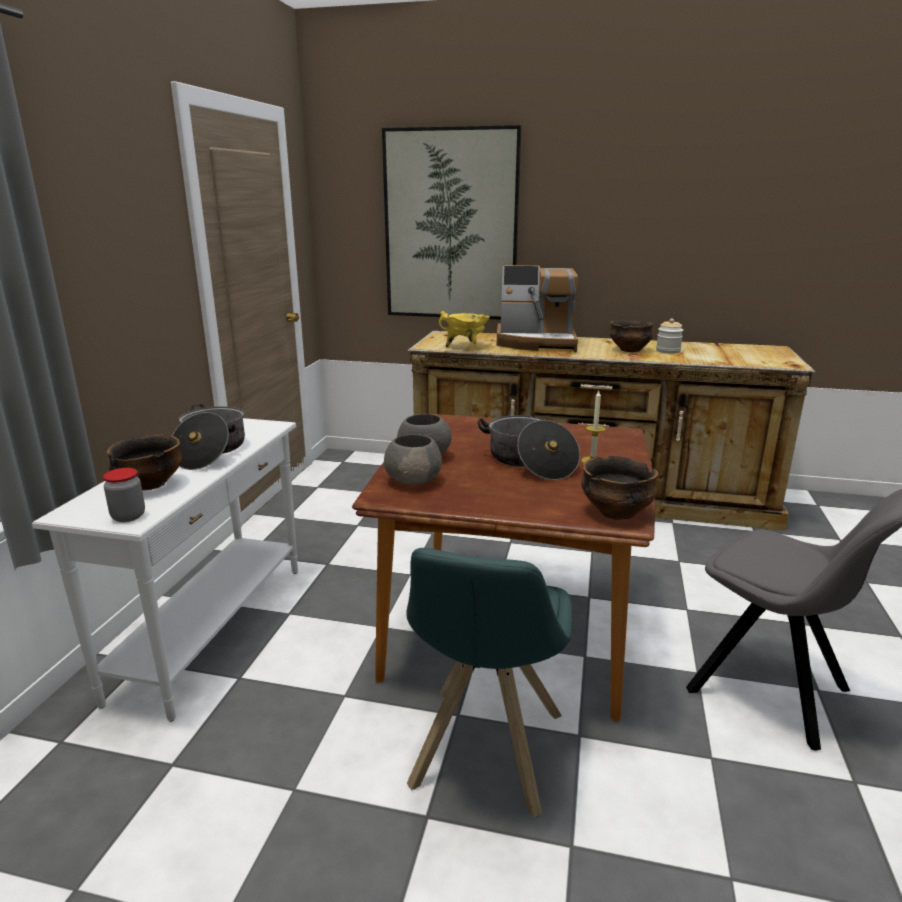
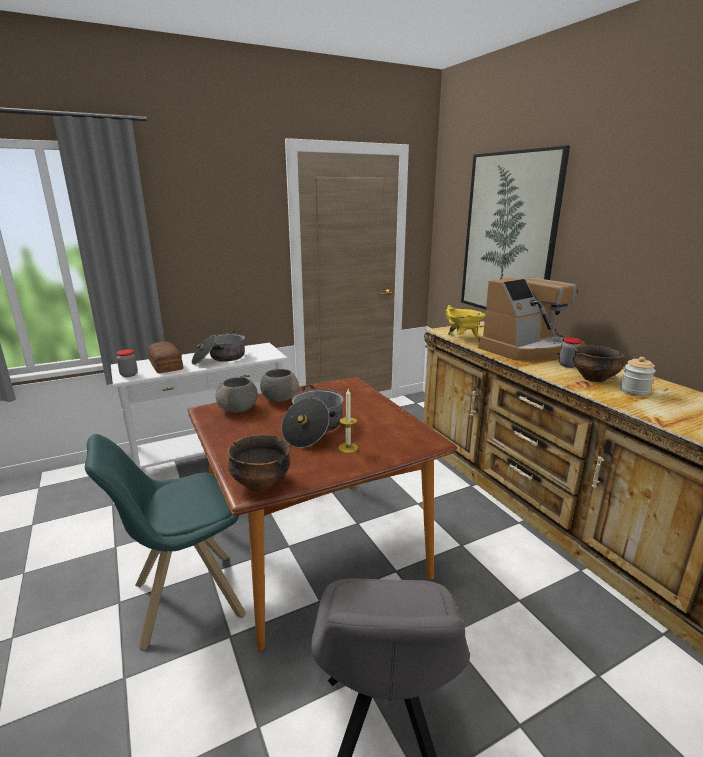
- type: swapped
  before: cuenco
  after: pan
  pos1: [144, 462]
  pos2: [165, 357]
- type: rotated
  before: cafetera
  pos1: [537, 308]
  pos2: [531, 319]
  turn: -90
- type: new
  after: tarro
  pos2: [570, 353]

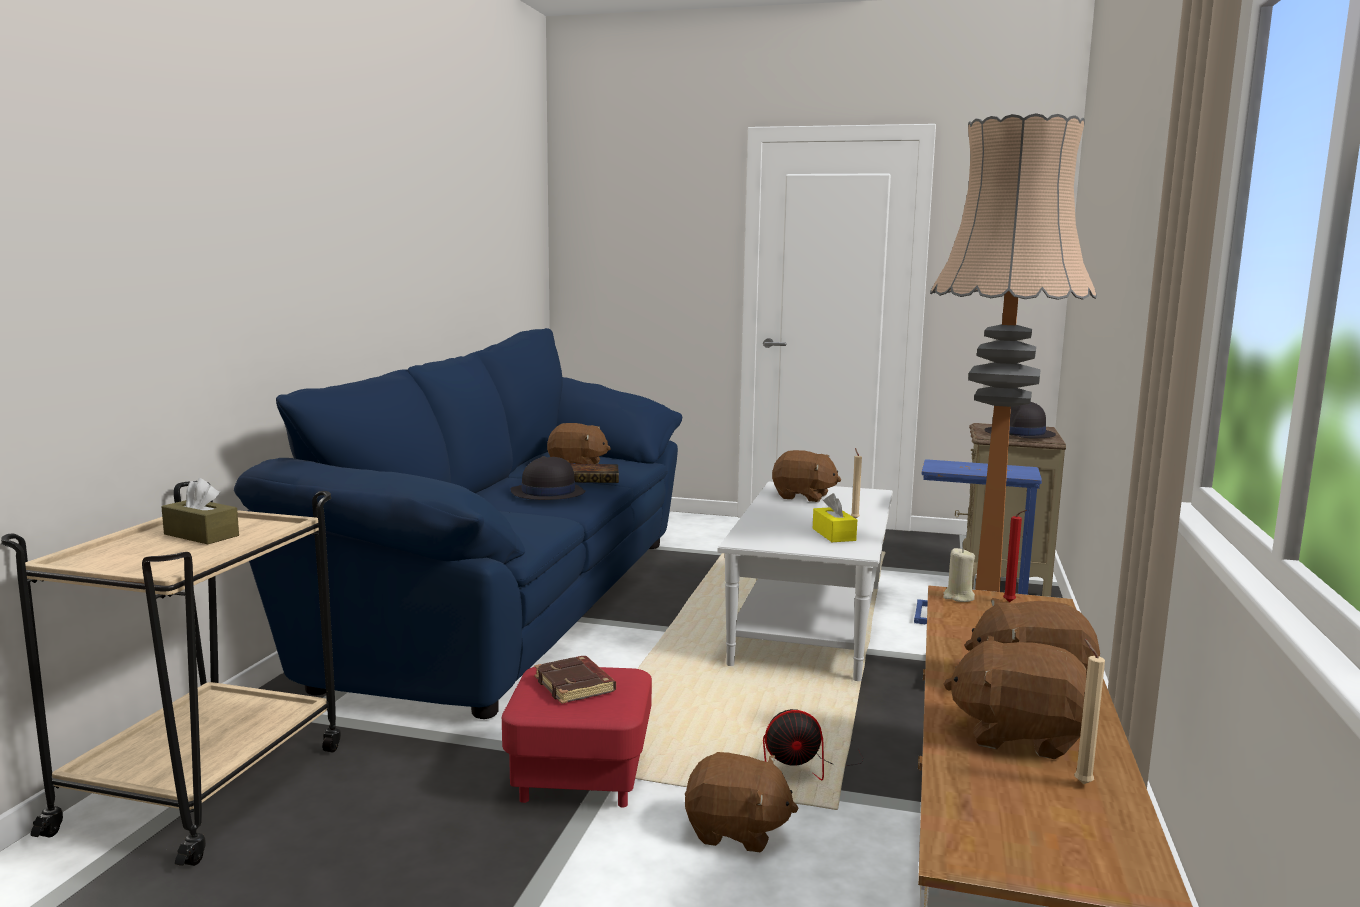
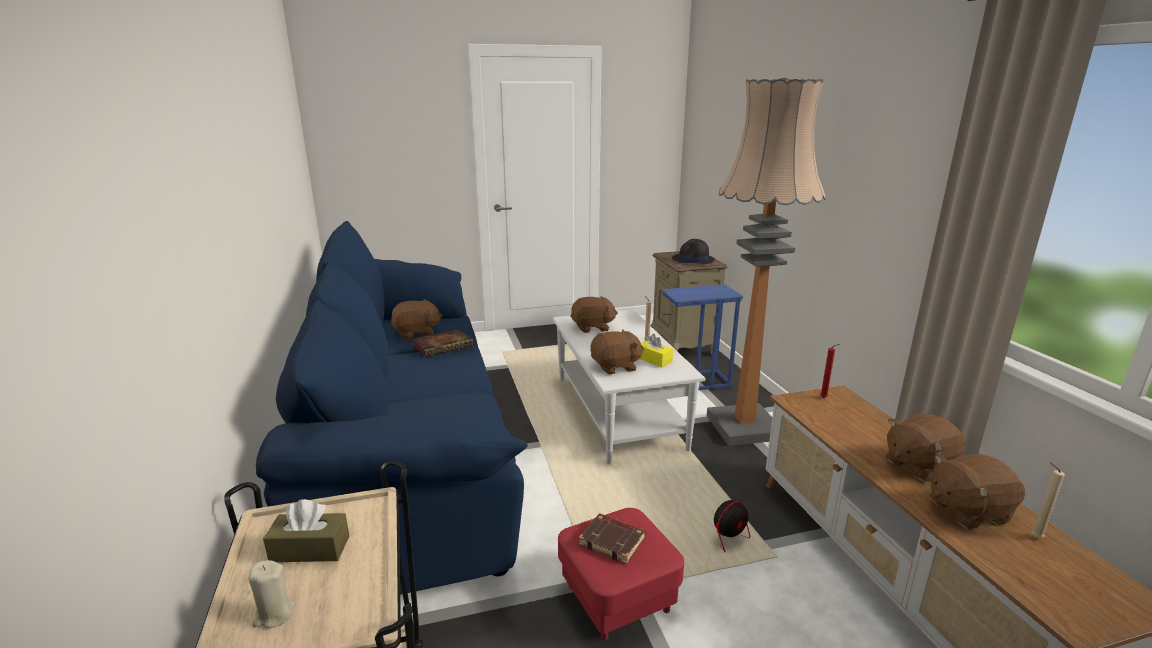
- type: gone
  before: sombrero (negro)
  pos1: [548, 478]
- type: shifted
  before: peluche (marrón)
  pos1: [742, 802]
  pos2: [617, 352]
- type: shifted
  before: vela (beis)
  pos1: [959, 575]
  pos2: [272, 594]

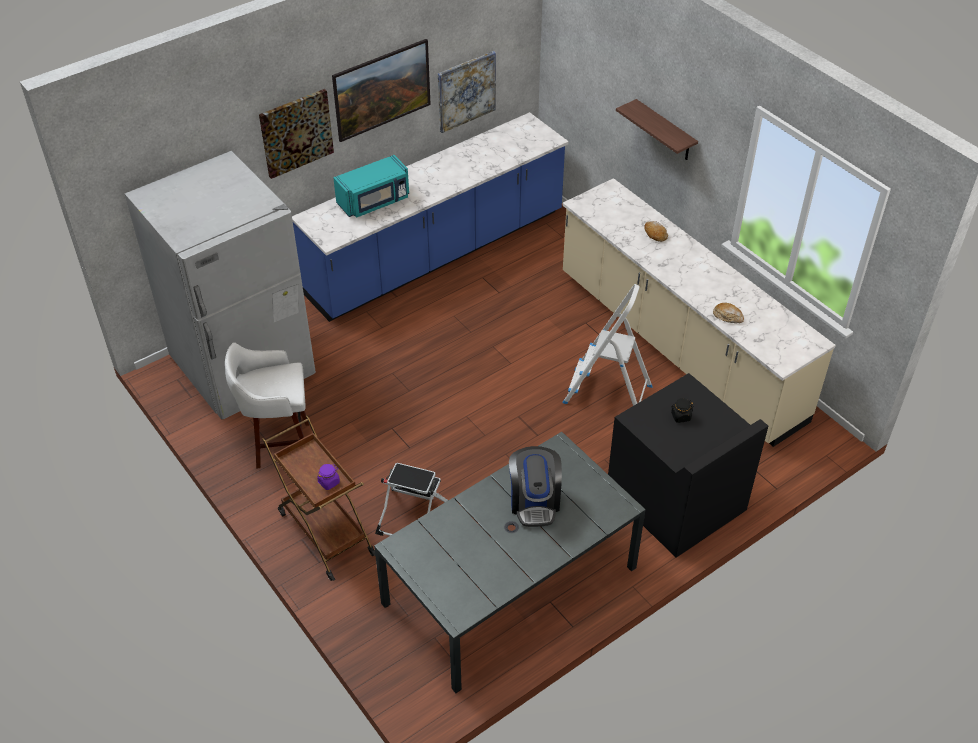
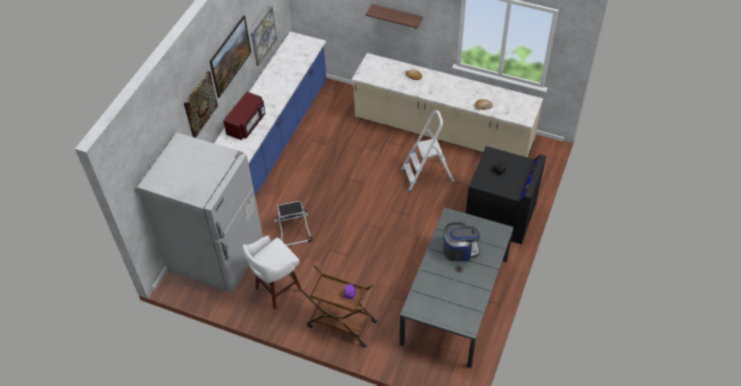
- type: repainted
  before: microondas (turquesa)
  after: microondas (rojo)
  pos1: [371, 186]
  pos2: [244, 116]
- type: shifted
  before: escalera de tijera
  pos1: [411, 499]
  pos2: [293, 223]
- type: rotated
  before: cafetera
  pos1: [535, 486]
  pos2: [461, 242]
  turn: -60

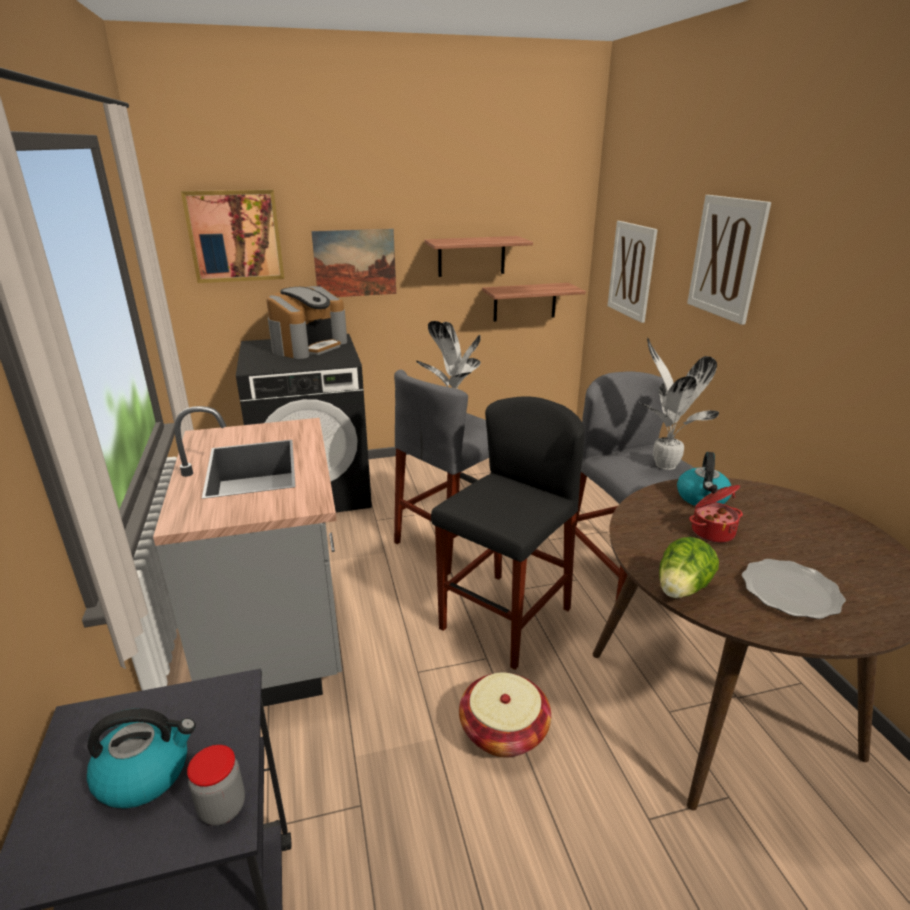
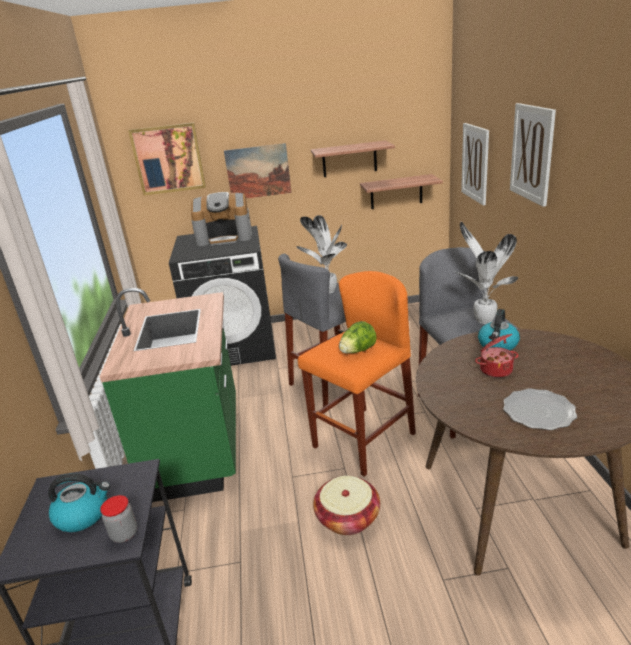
- type: repainted
  before: mueble bajo de cocina (gris)
  after: mueble bajo de cocina (verde)
  pos1: [247, 556]
  pos2: [168, 395]
- type: rotated
  before: cafetera
  pos1: [306, 322]
  pos2: [221, 219]
  turn: 45
- type: repainted
  before: taburete (negro)
  after: taburete (naranja)
  pos1: [508, 533]
  pos2: [357, 374]
- type: shifted
  before: lechuga
  pos1: [689, 567]
  pos2: [358, 337]

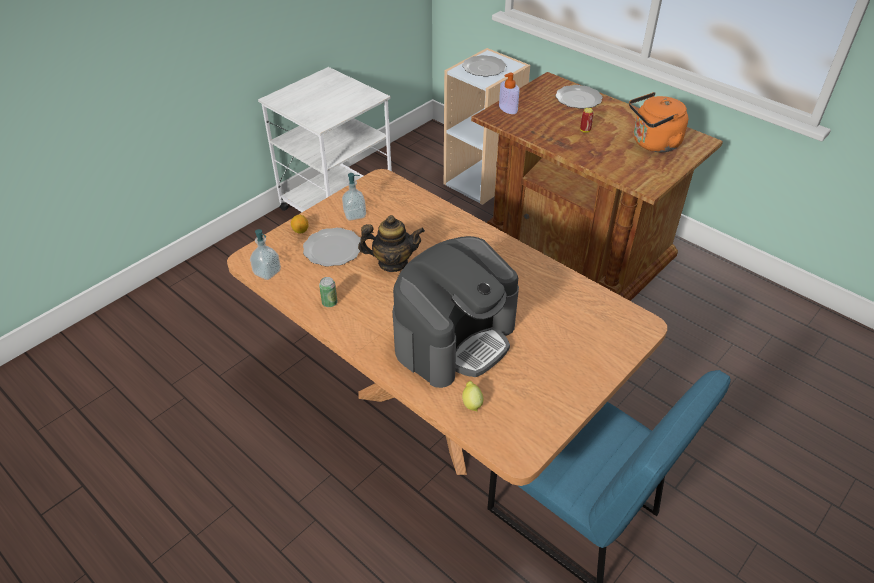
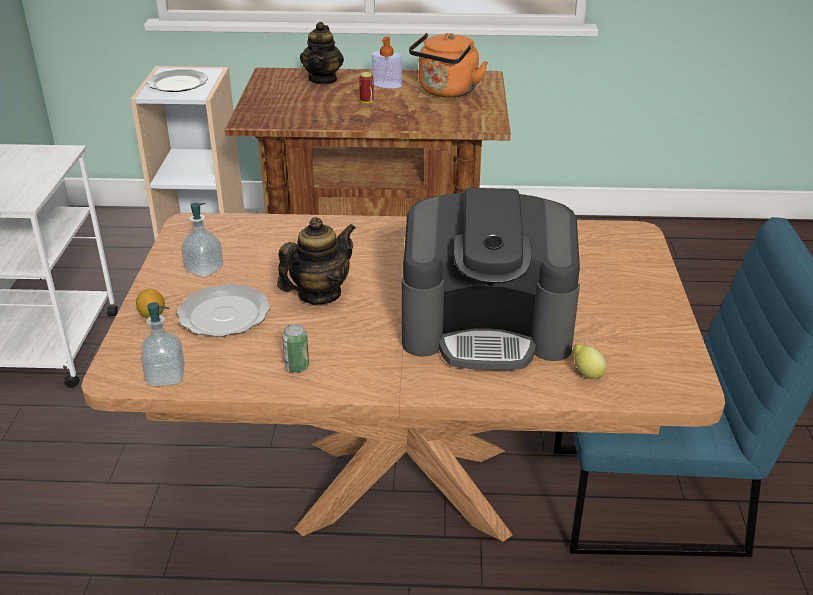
- type: rotated
  before: cafetera
  pos1: [456, 312]
  pos2: [491, 279]
  turn: 90
- type: shifted
  before: dispensador de jabón
  pos1: [509, 93]
  pos2: [387, 62]
- type: swapped
  before: plato
  after: tetera
  pos1: [579, 97]
  pos2: [322, 53]

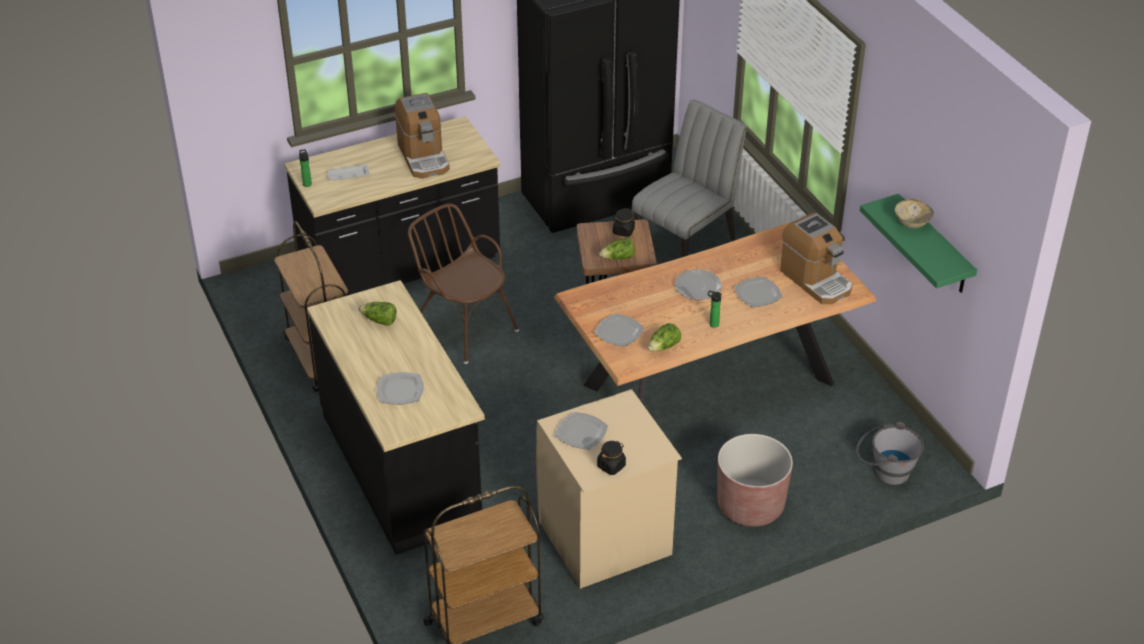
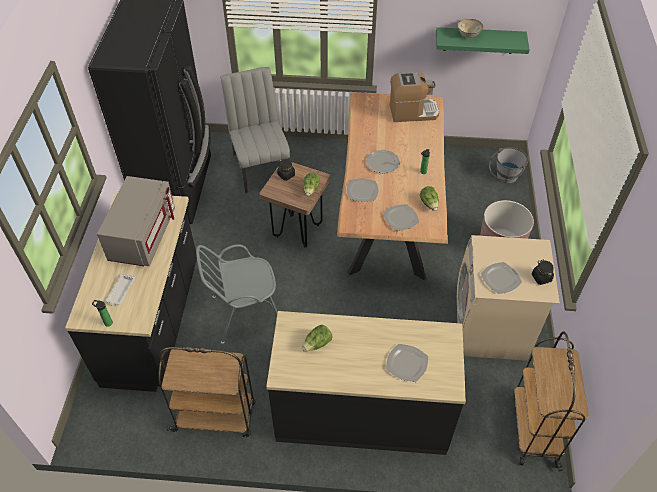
- type: swapped
  before: cafetera
  after: microondas (gris)
  pos1: [422, 136]
  pos2: [136, 221]
- type: repainted
  before: silla (marrón)
  after: silla (gris)
  pos1: [463, 283]
  pos2: [237, 294]
- type: shifted
  before: plato
  pos1: [758, 292]
  pos2: [363, 190]

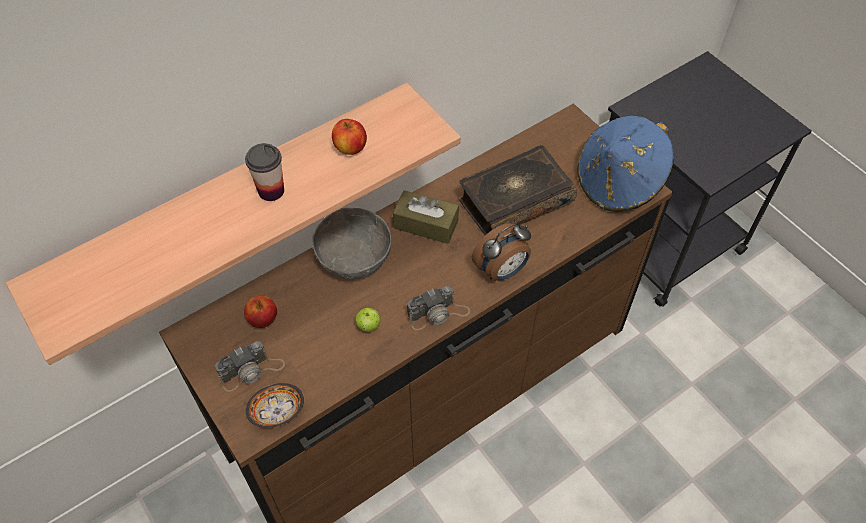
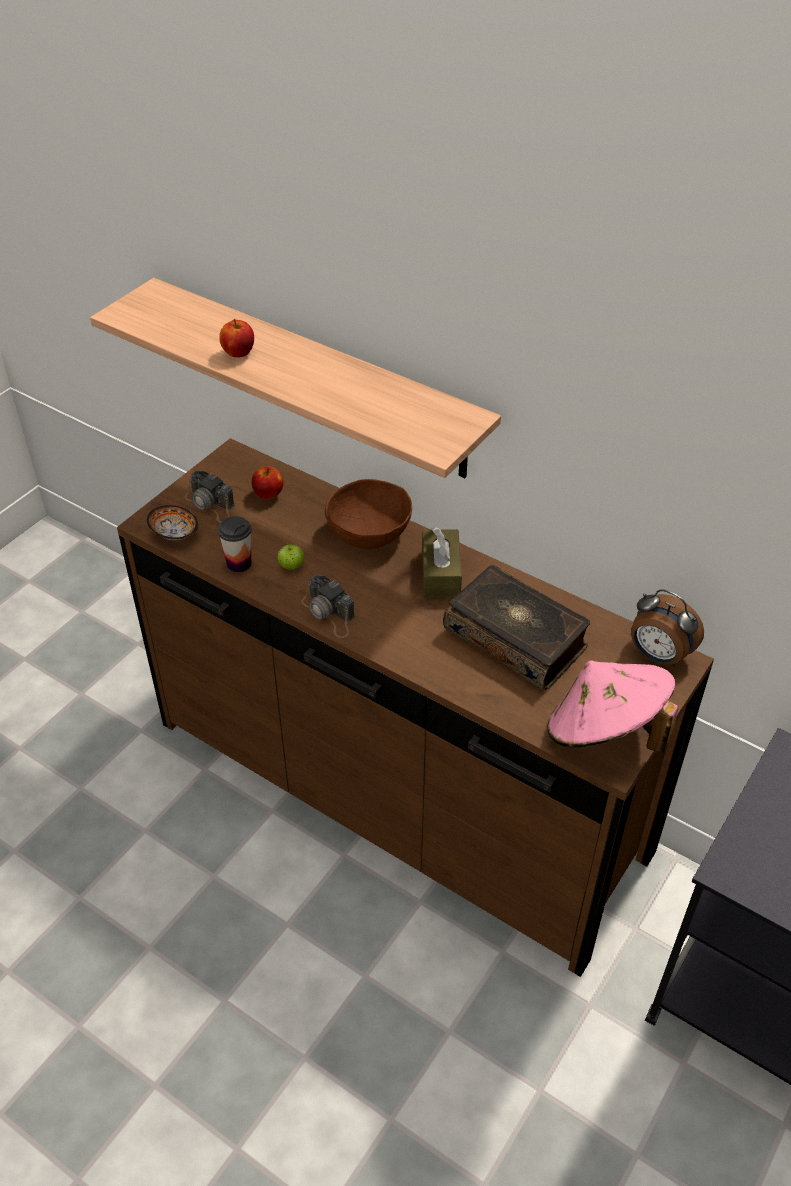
- type: shifted
  before: taza
  pos1: [264, 172]
  pos2: [235, 544]
- type: repainted
  before: cuenco (gris)
  after: cuenco (marrón)
  pos1: [351, 243]
  pos2: [368, 514]
- type: shifted
  before: manzana
  pos1: [349, 137]
  pos2: [236, 338]
- type: shifted
  before: despertador
  pos1: [501, 252]
  pos2: [667, 627]
- type: repainted
  before: sombrero (azul)
  after: sombrero (rosa)
  pos1: [626, 164]
  pos2: [613, 706]

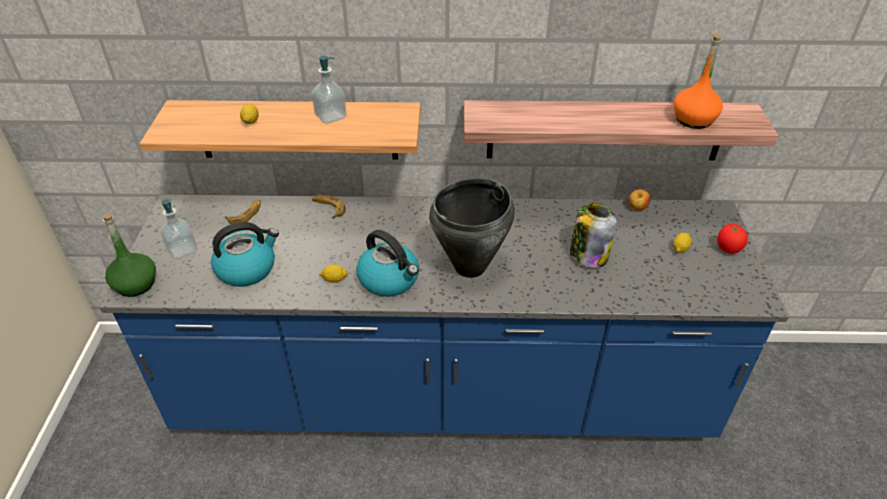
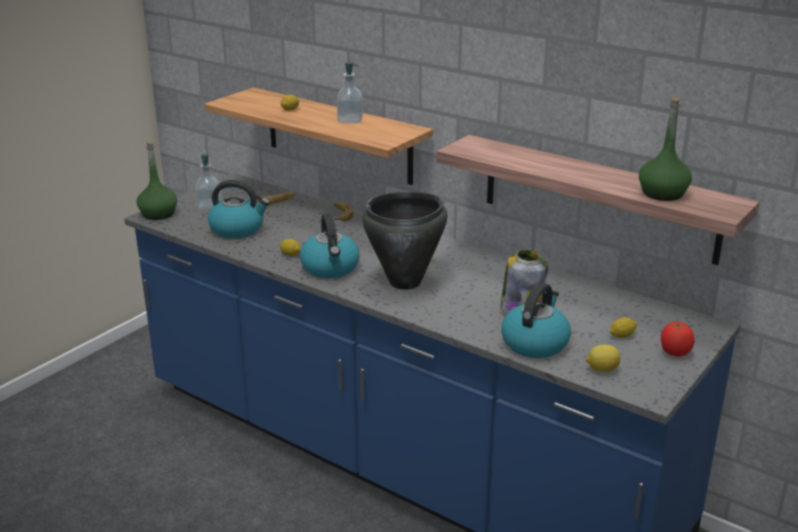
- type: gone
  before: manzana
  pos1: [639, 200]
- type: repainted
  before: botella (naranja)
  after: botella (verde)
  pos1: [698, 81]
  pos2: [665, 149]
- type: new
  after: hervidor
  pos2: [536, 320]
- type: new
  after: limón
  pos2: [603, 359]

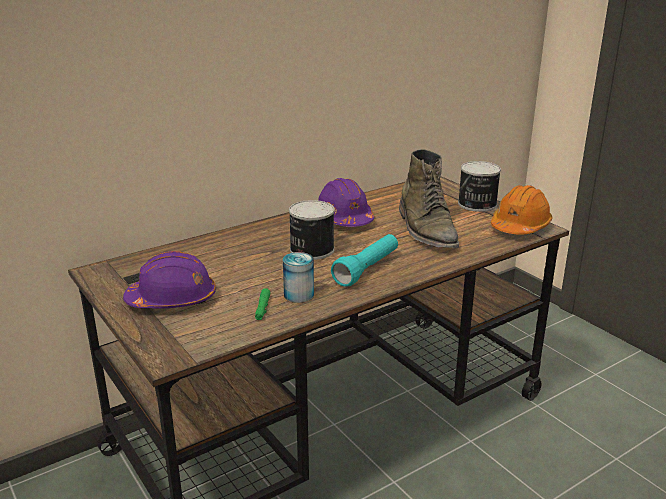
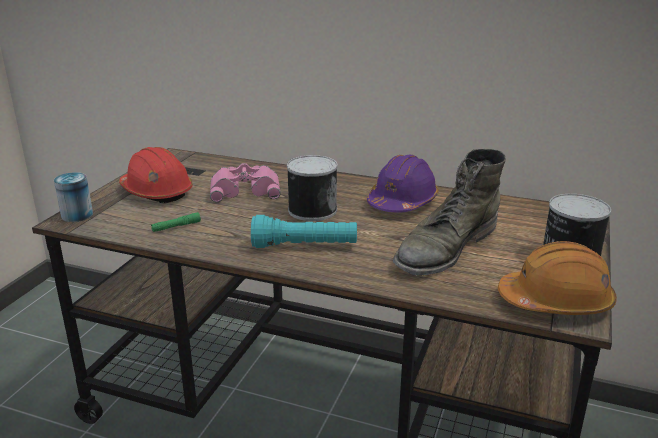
- type: repainted
  before: casco (morado)
  after: casco (rojo)
  pos1: [169, 279]
  pos2: [155, 175]
- type: shifted
  before: lata
  pos1: [298, 277]
  pos2: [73, 197]
- type: new
  after: prismáticos (rosa)
  pos2: [245, 182]

